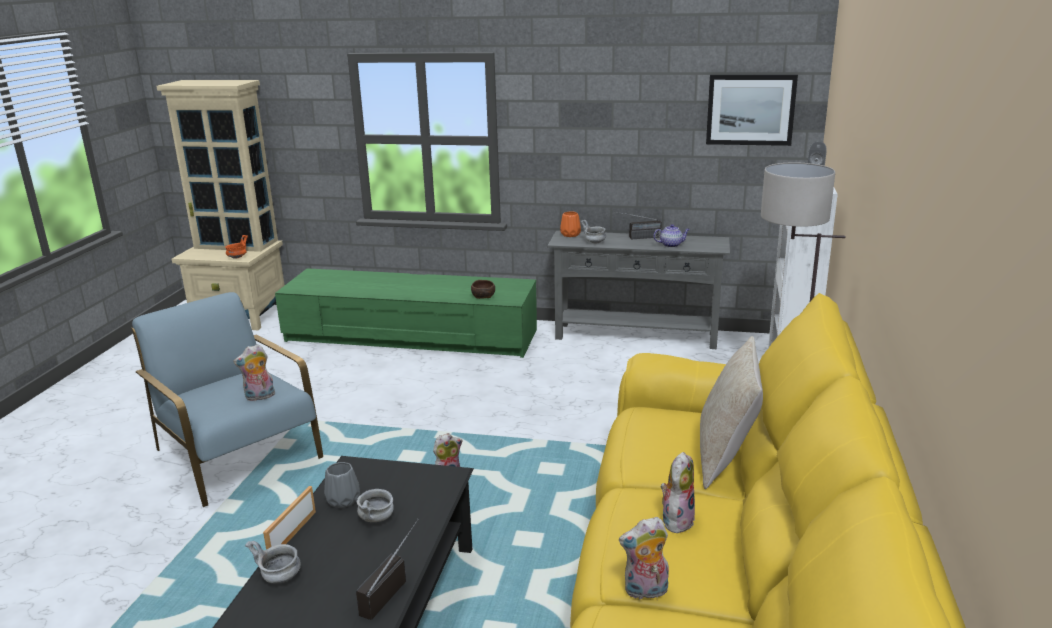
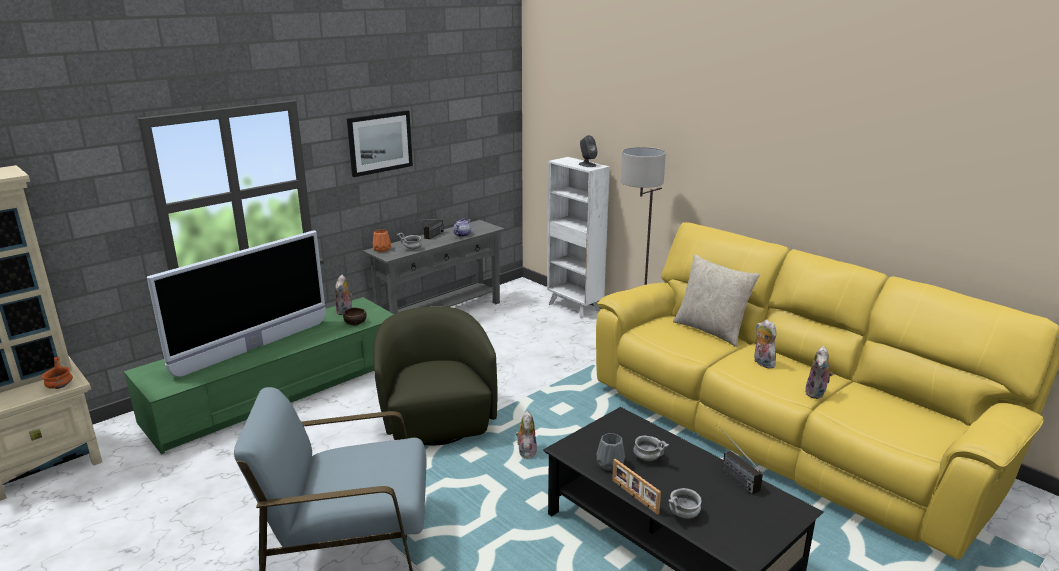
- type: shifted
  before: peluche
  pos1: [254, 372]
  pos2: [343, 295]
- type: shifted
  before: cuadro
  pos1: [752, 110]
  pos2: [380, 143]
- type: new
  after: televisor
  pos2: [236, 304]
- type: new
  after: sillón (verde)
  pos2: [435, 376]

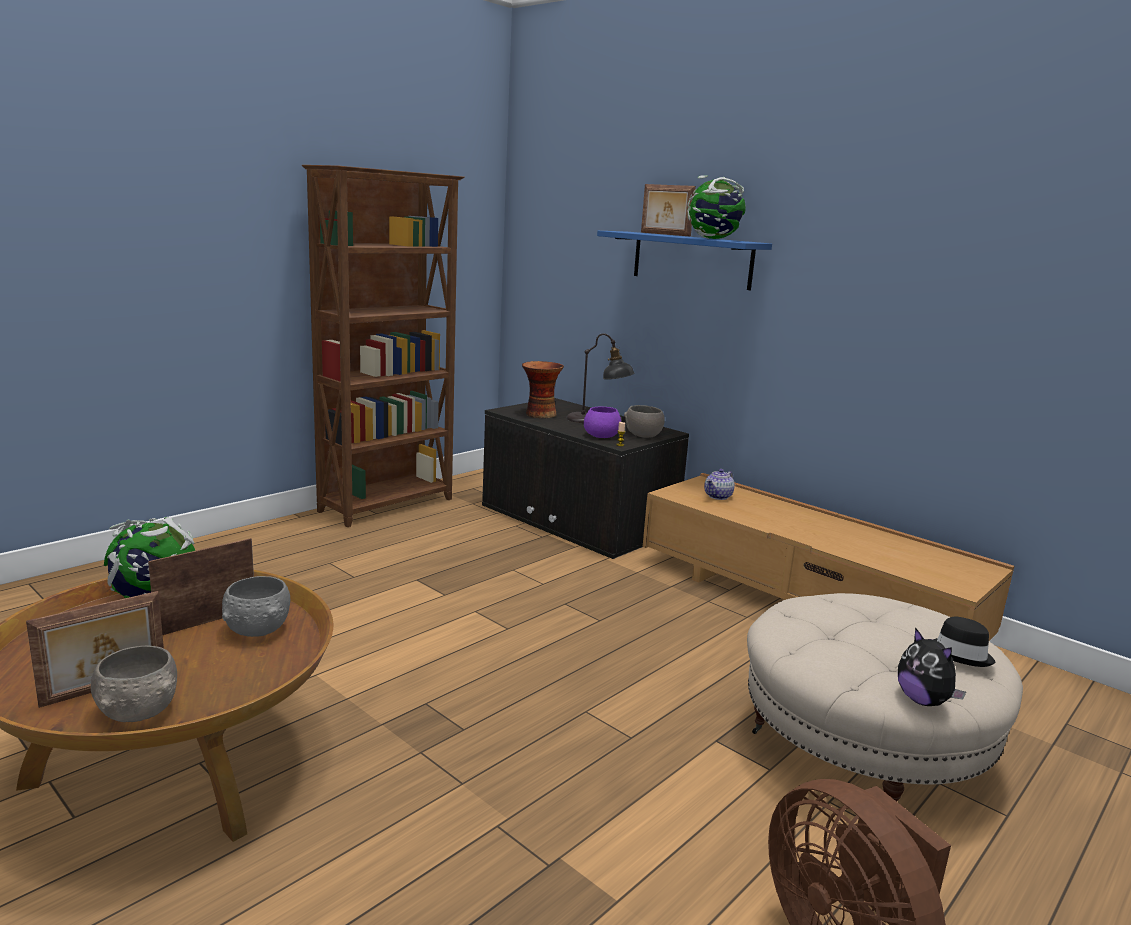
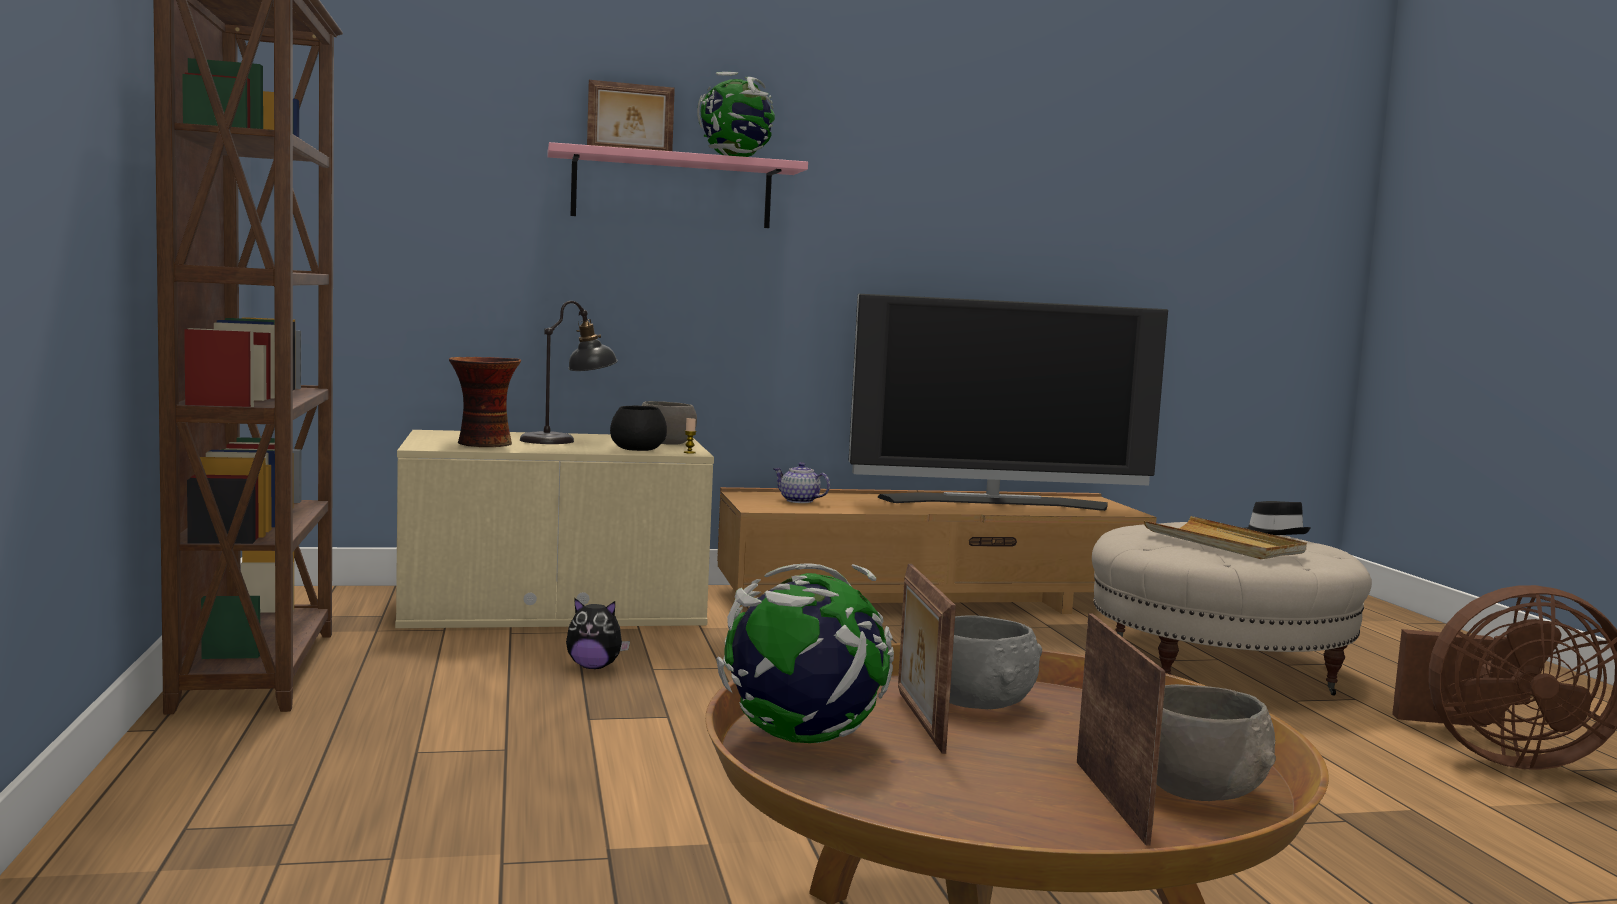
- type: repainted
  before: armario (negro)
  after: armario (beis)
  pos1: [585, 478]
  pos2: [554, 529]
- type: repainted
  before: cuenco (morado)
  after: cuenco (negro)
  pos1: [602, 422]
  pos2: [638, 428]
- type: repainted
  before: estante (azul)
  after: estante (rosa)
  pos1: [684, 260]
  pos2: [677, 185]
- type: rotated
  before: tetera
  pos1: [719, 484]
  pos2: [801, 482]
  turn: 135
- type: shifted
  before: peluche
  pos1: [932, 666]
  pos2: [598, 633]
- type: new
  after: televisor
  pos2: [1008, 402]
- type: new
  after: bandeja (beis)
  pos2: [1225, 537]

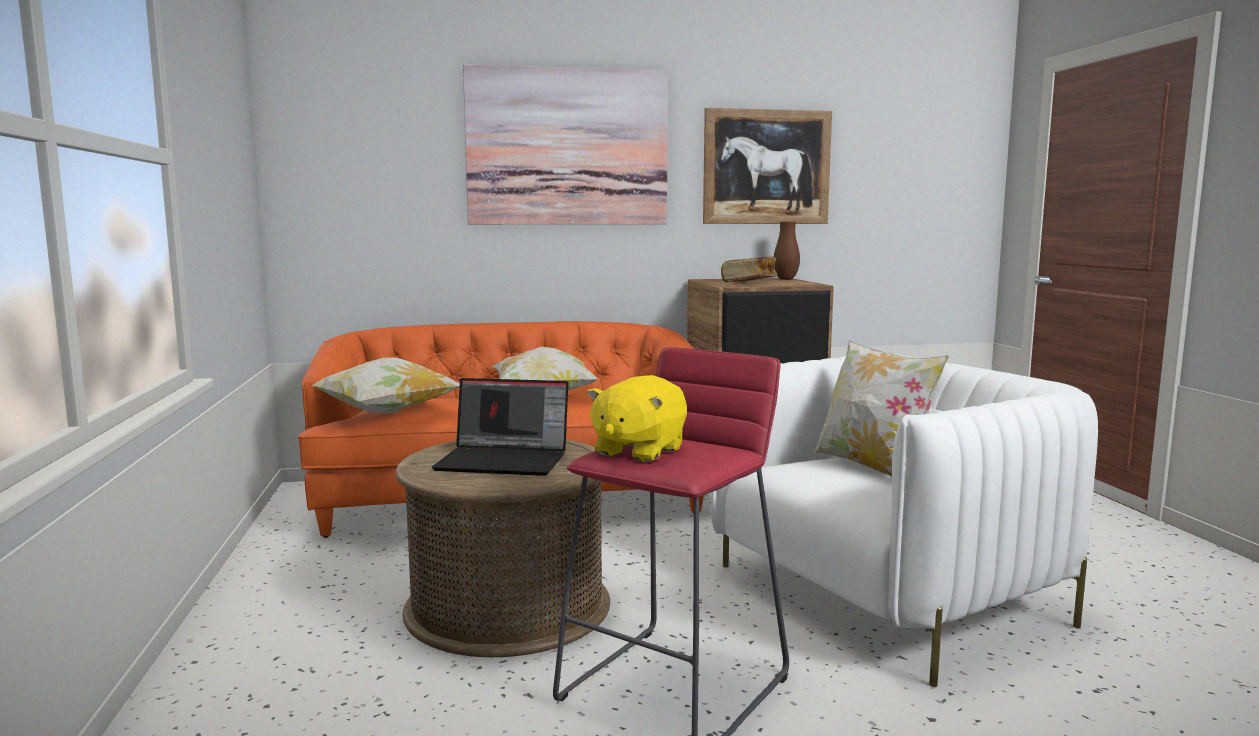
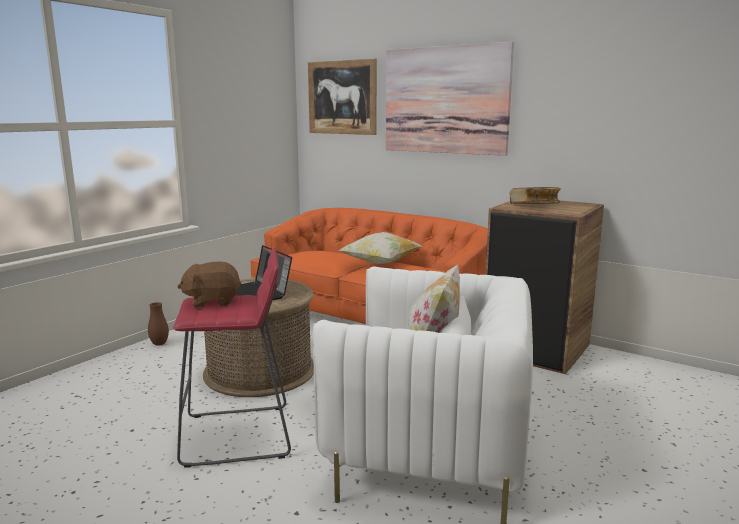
- type: gone
  before: cojín
  pos1: [385, 385]
- type: repainted
  before: peluche (amarillo)
  after: peluche (marrón)
  pos1: [637, 418]
  pos2: [209, 285]
- type: shifted
  before: cuadro
  pos1: [767, 166]
  pos2: [342, 97]
- type: shifted
  before: florero (marrón)
  pos1: [787, 250]
  pos2: [158, 324]

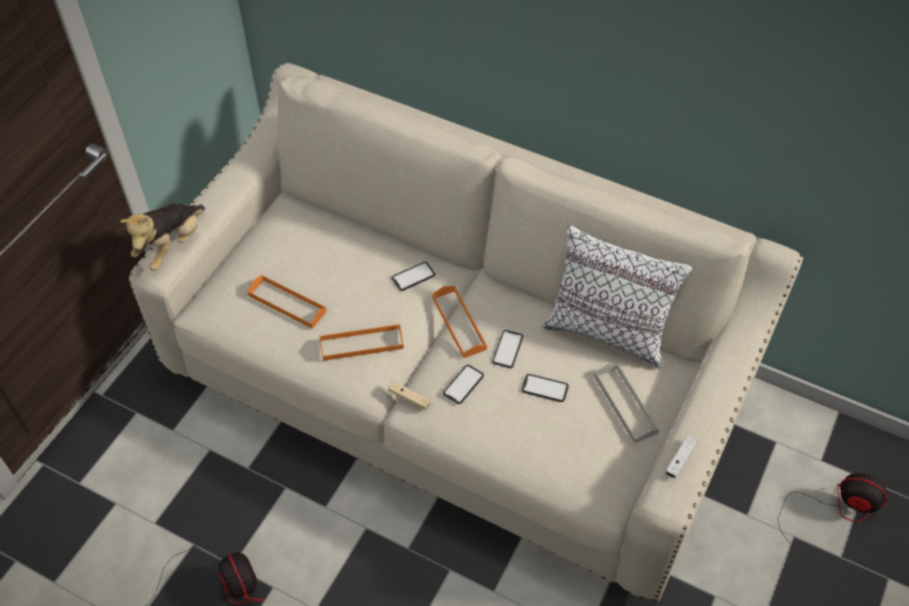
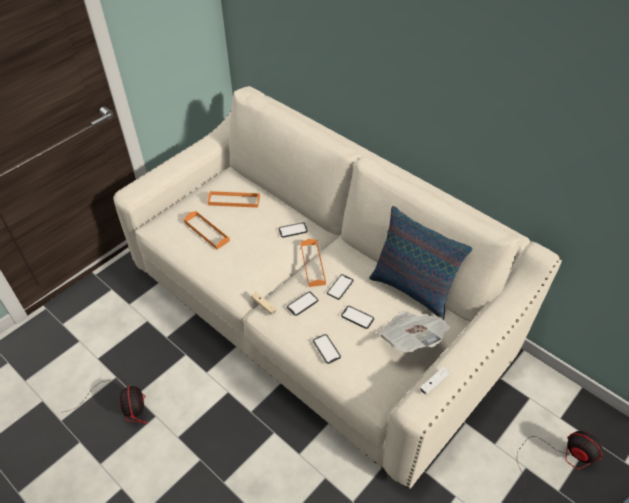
- type: gone
  before: peluche
  pos1: [162, 237]
- type: shifted
  before: bandeja (naranja)
  pos1: [362, 342]
  pos2: [234, 199]
- type: repainted
  before: cojín (blanco)
  after: cojín (azul)
  pos1: [617, 297]
  pos2: [420, 263]
- type: swapped
  before: bandeja (gris)
  after: periódico
  pos1: [626, 403]
  pos2: [413, 331]
- type: new
  after: móvil
  pos2: [327, 349]

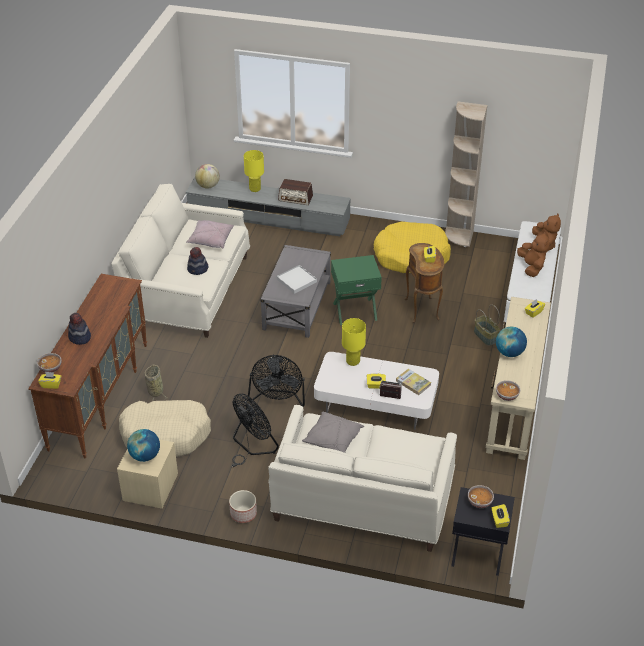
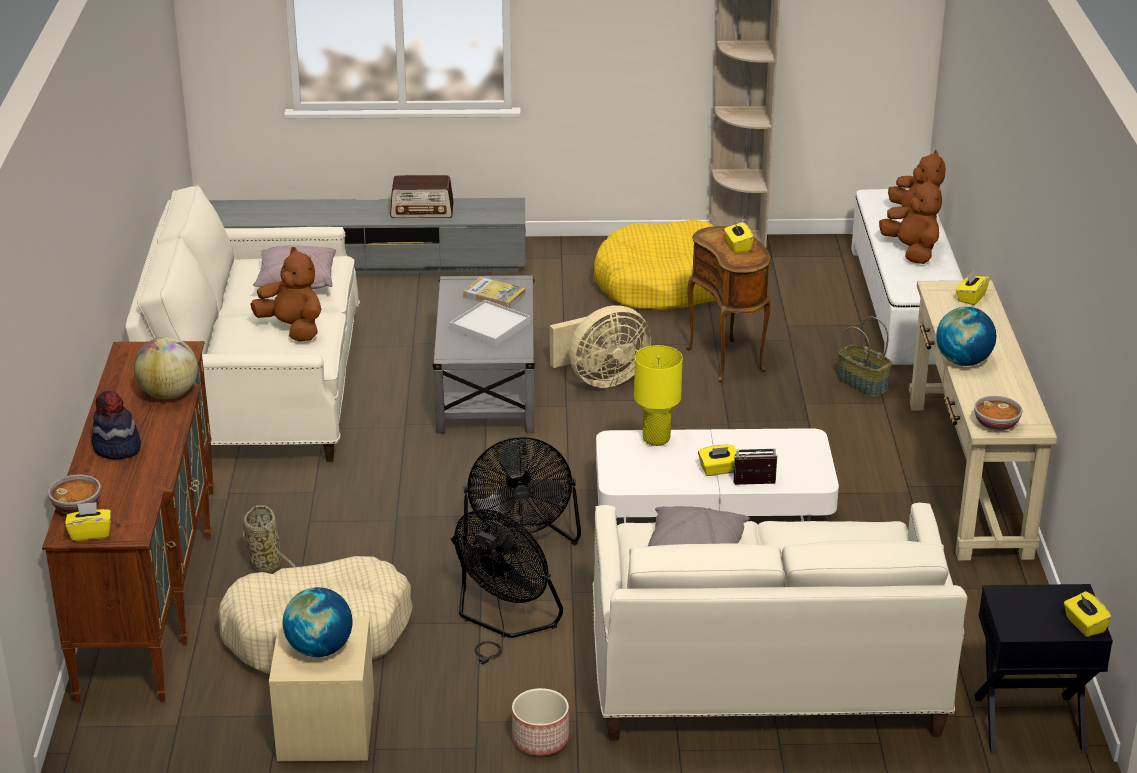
- type: swapped
  before: sombrero
  after: peluche (marrón)
  pos1: [197, 261]
  pos2: [286, 294]
- type: shifted
  before: globo terráqueo
  pos1: [207, 176]
  pos2: [166, 368]
- type: gone
  before: lámpara de mesa (amarillo)
  pos1: [254, 171]
- type: swapped
  before: mesa auxiliar (verde)
  after: ventilador (beis)
  pos1: [356, 290]
  pos2: [600, 346]
- type: shifted
  before: libro
  pos1: [413, 382]
  pos2: [494, 292]
- type: gone
  before: cuenco
  pos1: [481, 496]

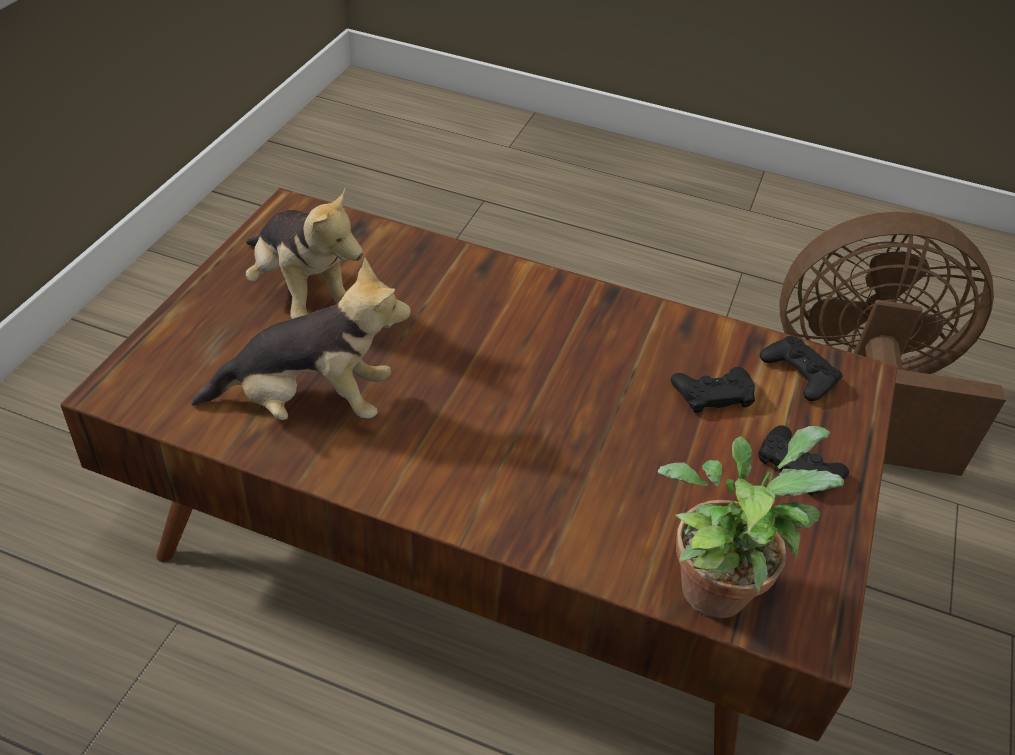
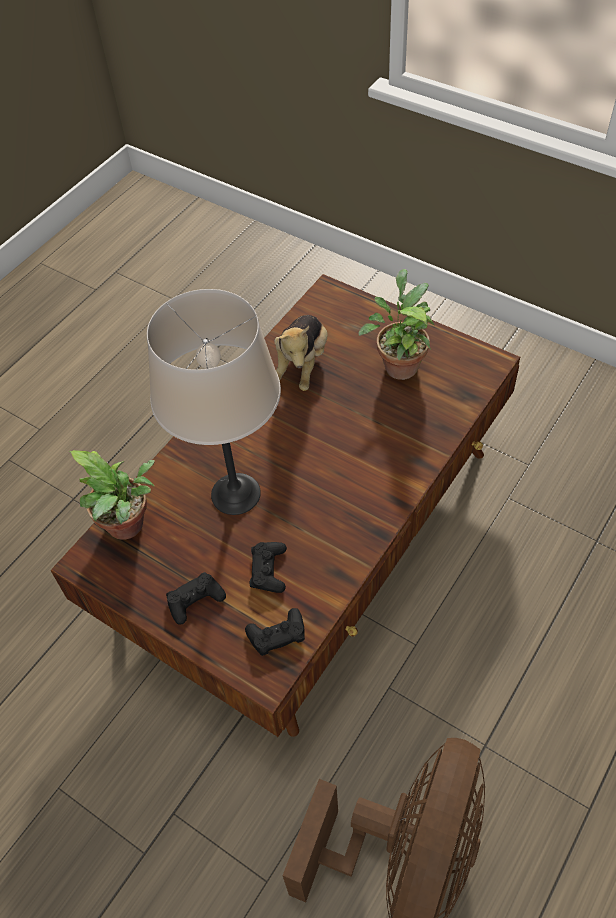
- type: swapped
  before: peluche
  after: planta en maceta
  pos1: [304, 253]
  pos2: [396, 324]
- type: new
  after: lámpara de mesa (beis)
  pos2: [214, 402]

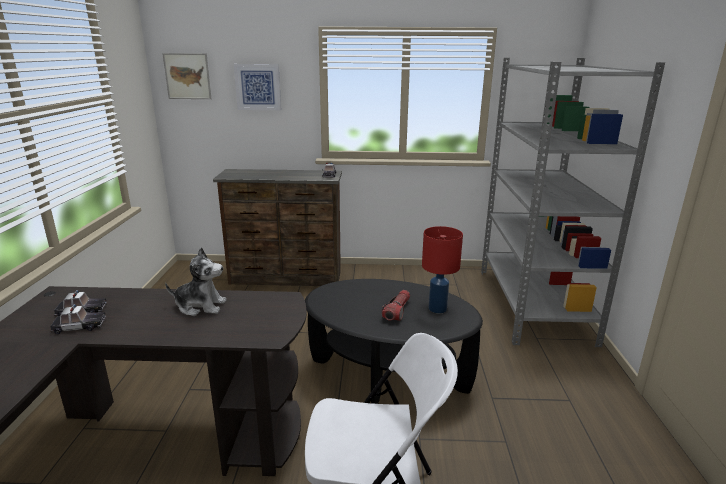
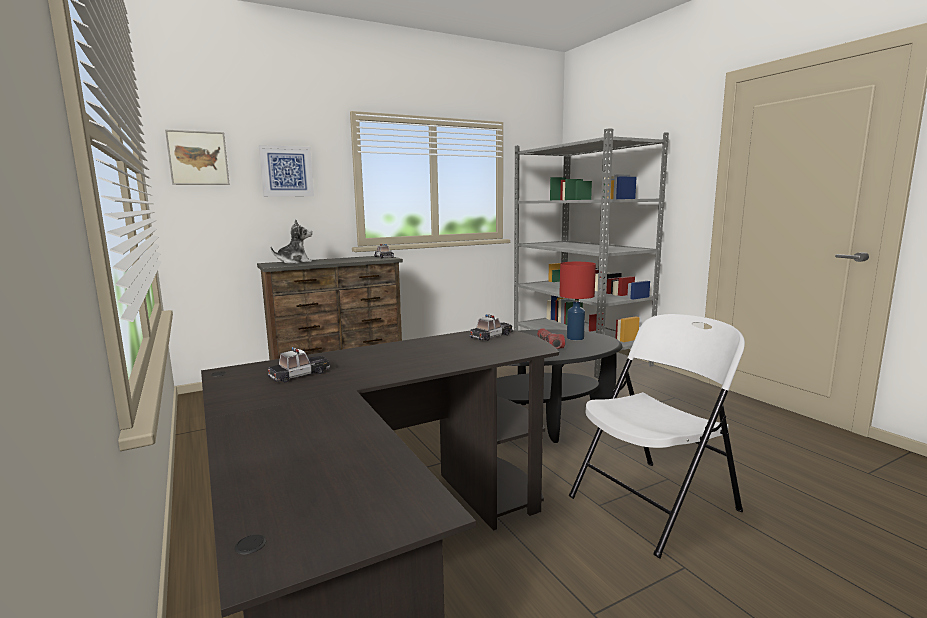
- type: shifted
  before: coche de juguete
  pos1: [78, 319]
  pos2: [491, 327]
- type: shifted
  before: peluche
  pos1: [196, 282]
  pos2: [291, 241]

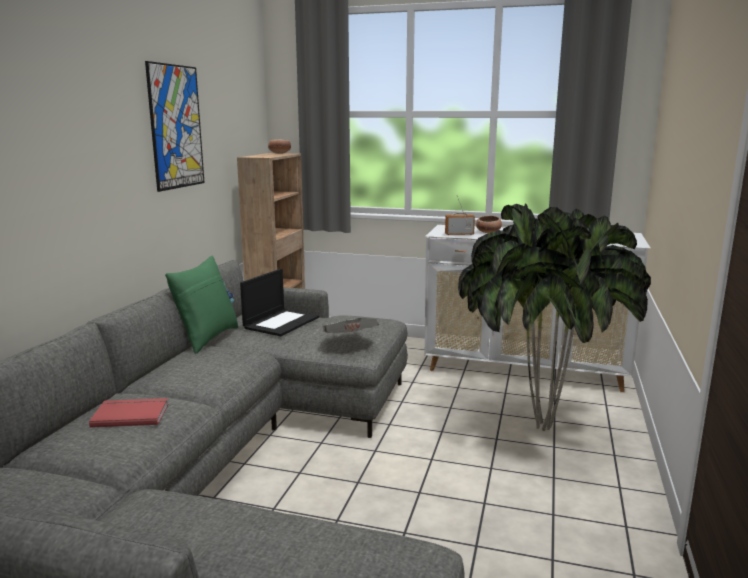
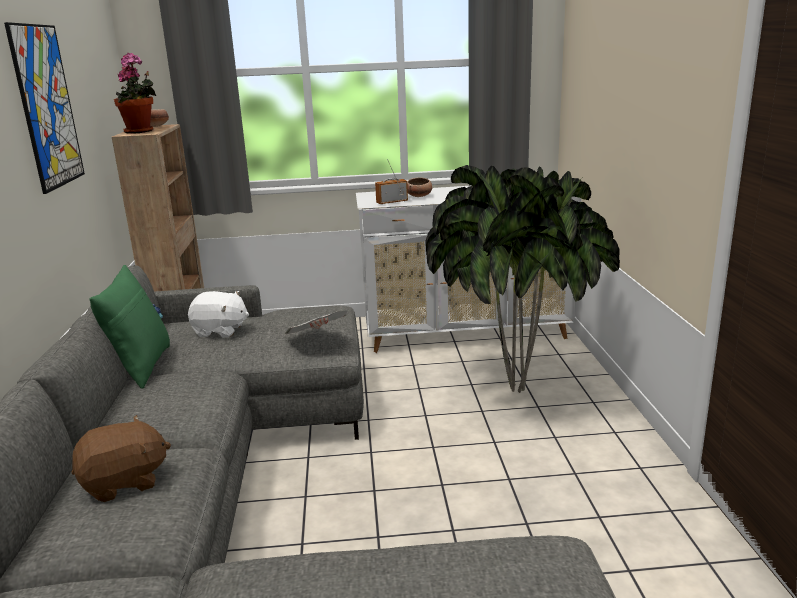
- type: swapped
  before: libro (rojo)
  after: peluche (marrón)
  pos1: [128, 413]
  pos2: [121, 458]
- type: swapped
  before: portátil
  after: peluche (blanco)
  pos1: [279, 302]
  pos2: [218, 314]
- type: new
  after: planta en maceta
  pos2: [135, 93]

